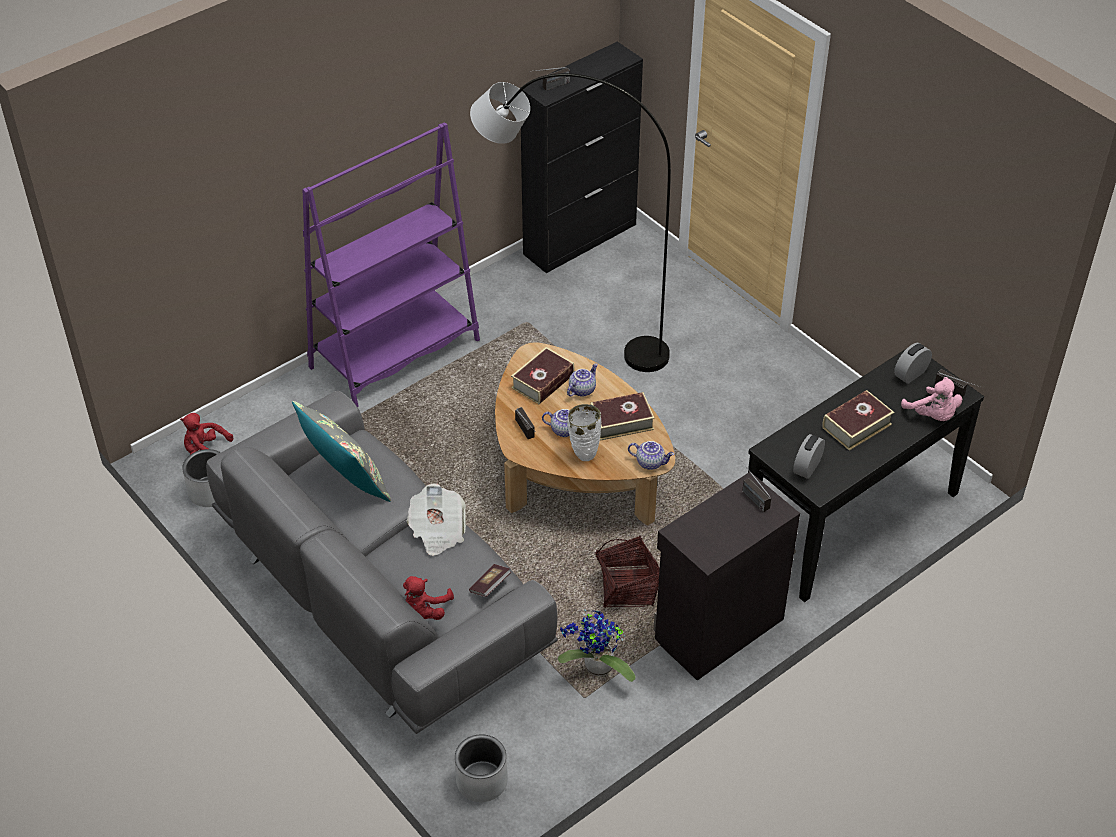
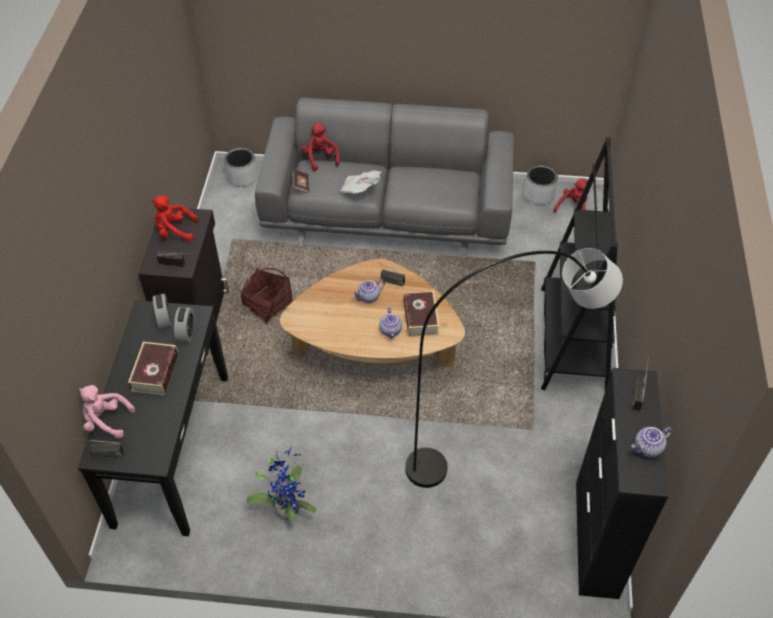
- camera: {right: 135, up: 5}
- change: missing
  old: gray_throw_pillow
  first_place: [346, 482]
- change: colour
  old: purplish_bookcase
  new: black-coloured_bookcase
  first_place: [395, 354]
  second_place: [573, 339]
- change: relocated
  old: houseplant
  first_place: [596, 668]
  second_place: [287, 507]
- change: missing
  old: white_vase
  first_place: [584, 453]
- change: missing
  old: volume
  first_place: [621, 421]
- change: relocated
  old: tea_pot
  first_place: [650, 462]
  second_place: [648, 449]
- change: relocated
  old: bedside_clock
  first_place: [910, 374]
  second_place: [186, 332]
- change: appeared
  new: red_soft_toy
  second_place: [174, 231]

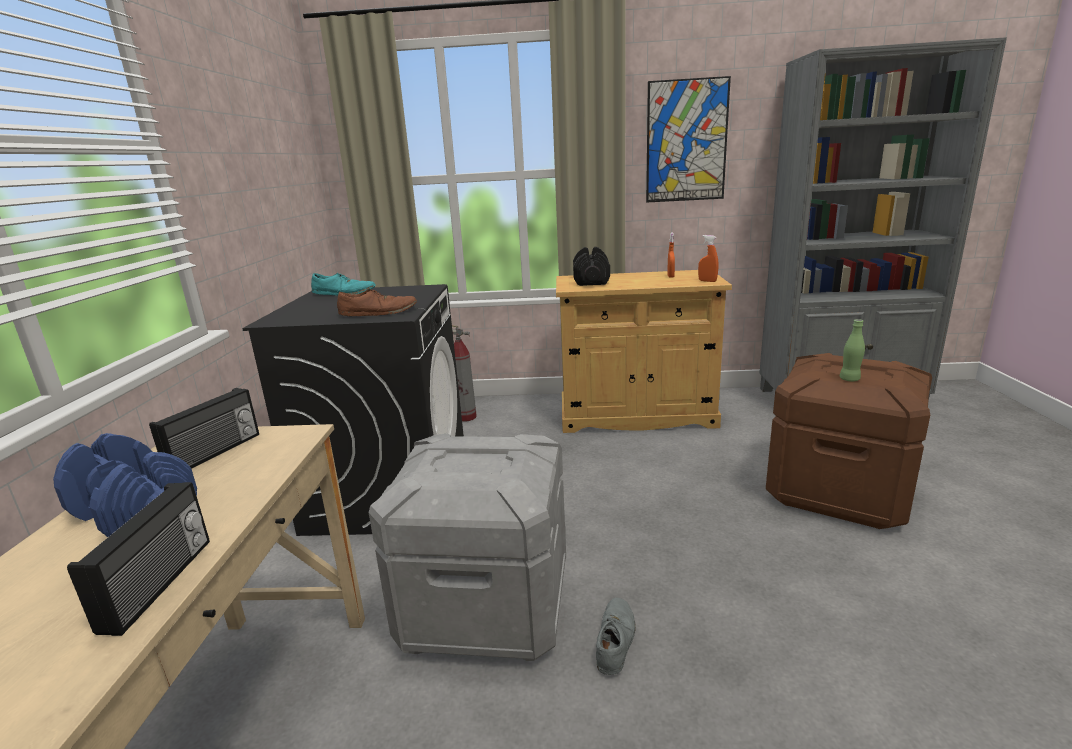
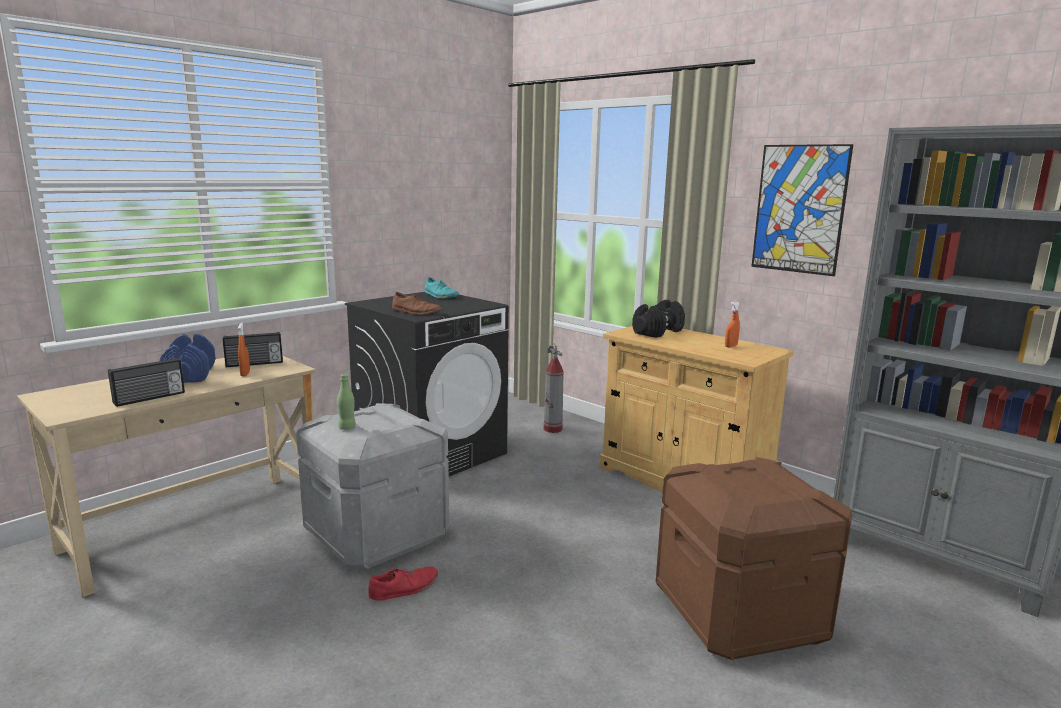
- camera: {right: 40, up: -5}
- change: colour
  old: gray_shoe
  new: red_shoe
  first_place: [614, 640]
  second_place: [404, 588]
- change: relocated
  old: orange_sprayer
  first_place: [707, 281]
  second_place: [245, 374]
- change: relocated
  old: greenish_drink_bottle
  first_place: [849, 379]
  second_place: [347, 427]

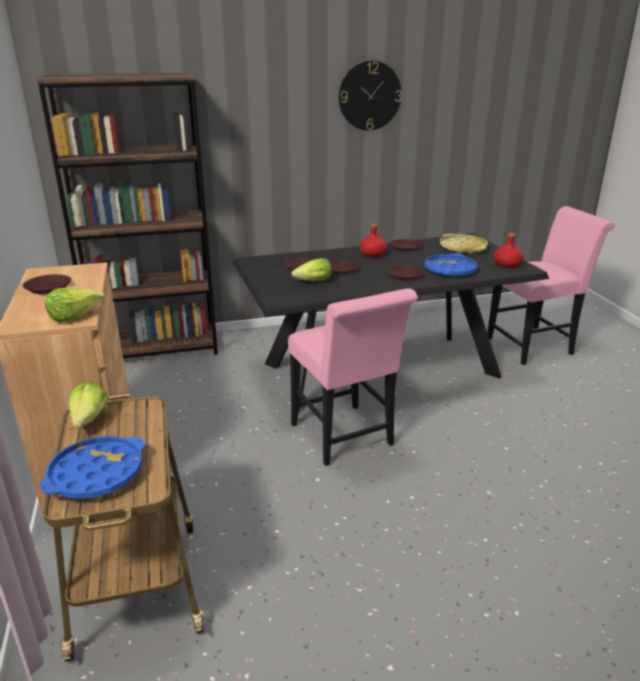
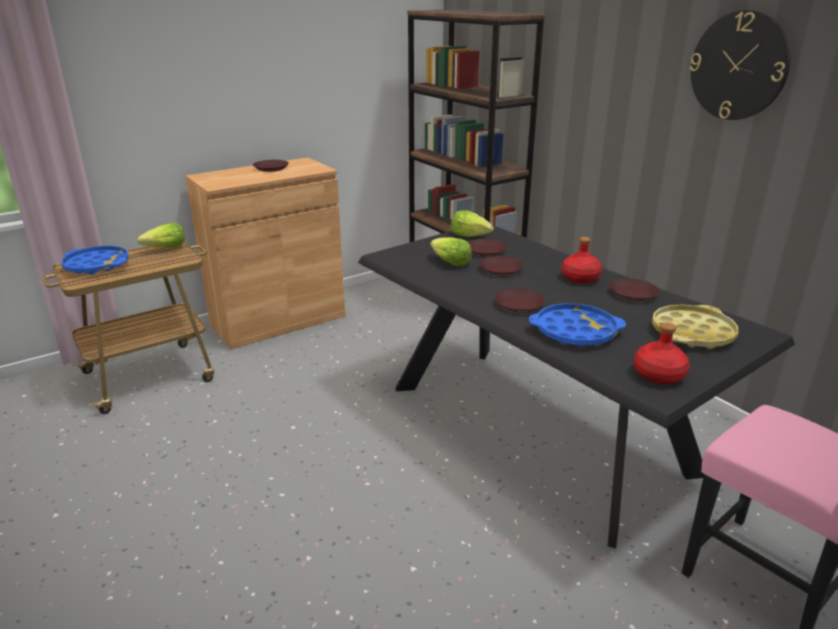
- camera: {right: 70, up: 0}
- change: relocated
  old: lettuce
  first_place: [75, 316]
  second_place: [470, 235]
- change: missing
  old: pinkish_plain_chair
  first_place: [345, 438]

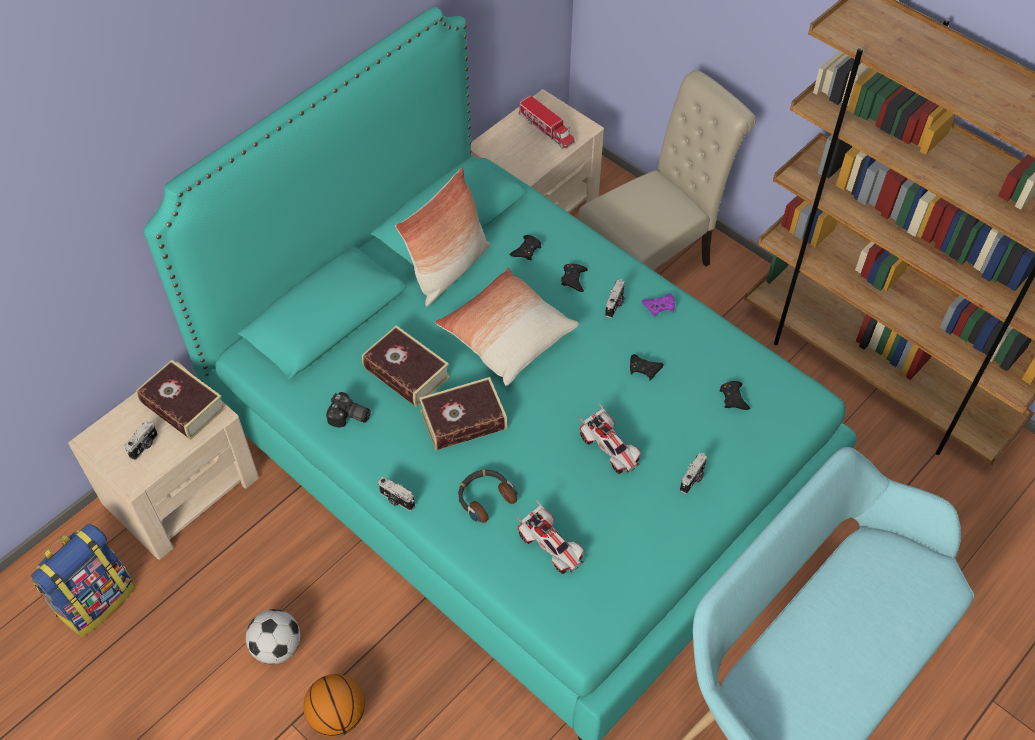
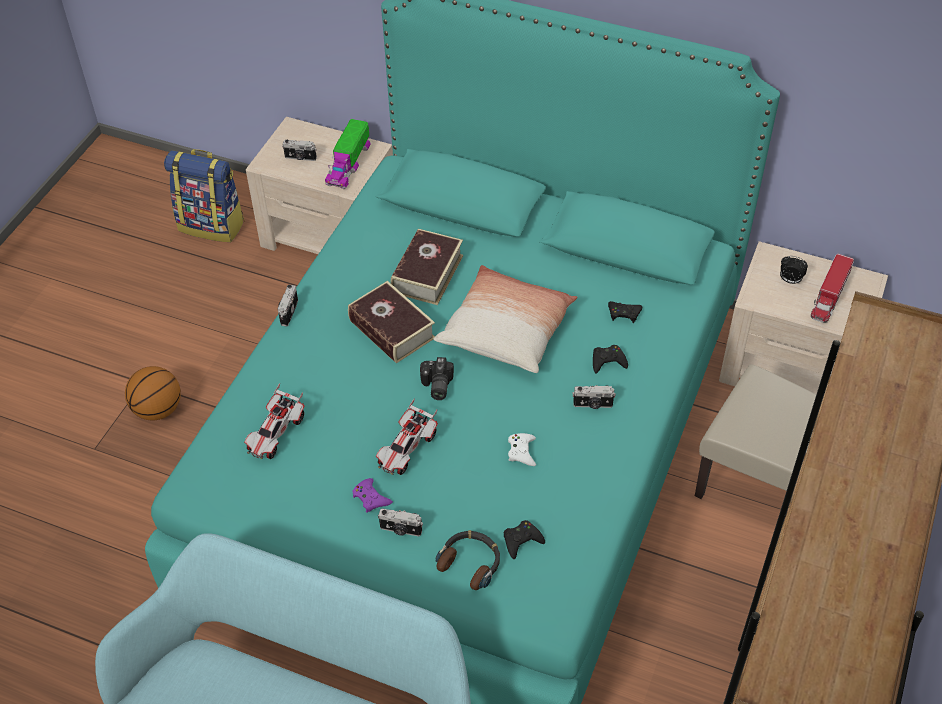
- camera: {right: 70, up: -5}
- change: exchanged
  old: volume
  new: model_truck
  first_place: [183, 406]
  second_place: [348, 164]
- change: missing
  old: football
  first_place: [277, 647]
- change: relocated
  old: photo_camera
  first_place: [349, 418]
  second_place: [435, 386]
- change: missing
  old: throw_pillow
  first_place: [449, 270]
- change: relocated
  old: headphones
  first_place: [485, 497]
  second_place: [470, 562]
- change: colour
  old: black-coloured_game_controller
  new: white_game_controller
  first_place: [644, 369]
  second_place: [522, 452]
- change: relocated
  old: purplish_game_controller
  first_place: [659, 306]
  second_place: [371, 498]
- change: appeared
  new: bedside_clock
  second_place: [790, 280]

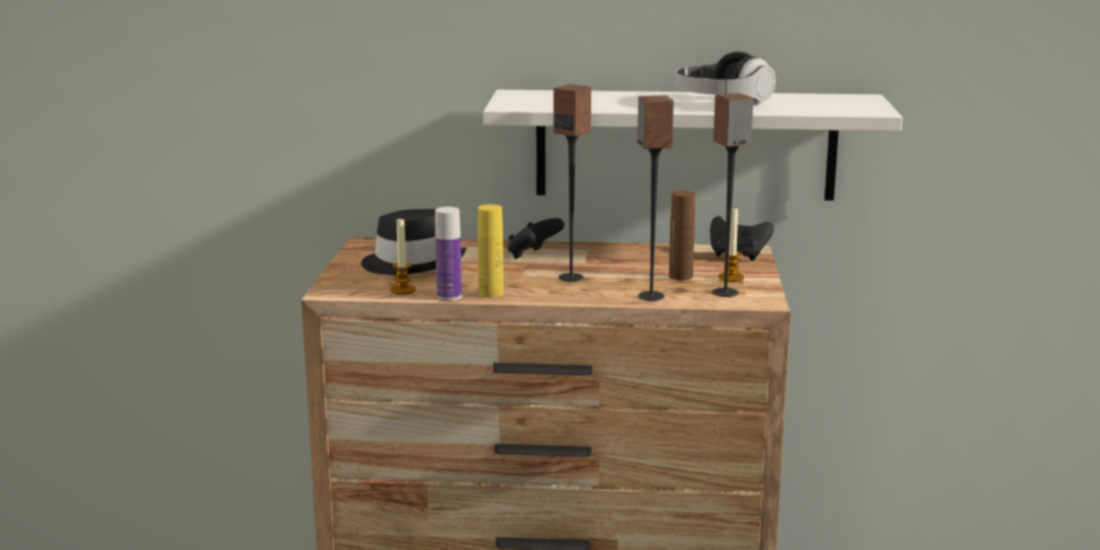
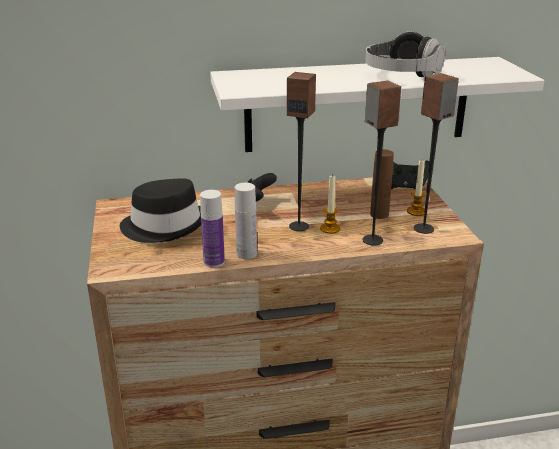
- camera: {right: -15, up: 10}
- change: relocated
  old: candle
  first_place: [402, 290]
  second_place: [330, 229]
- change: colour
  old: yellow-coloured_drink_bottle
  new: white_drink_bottle
  first_place: [491, 293]
  second_place: [246, 254]

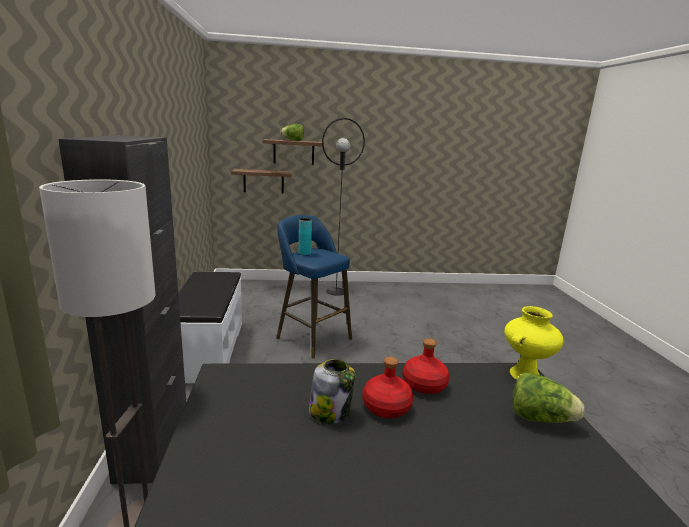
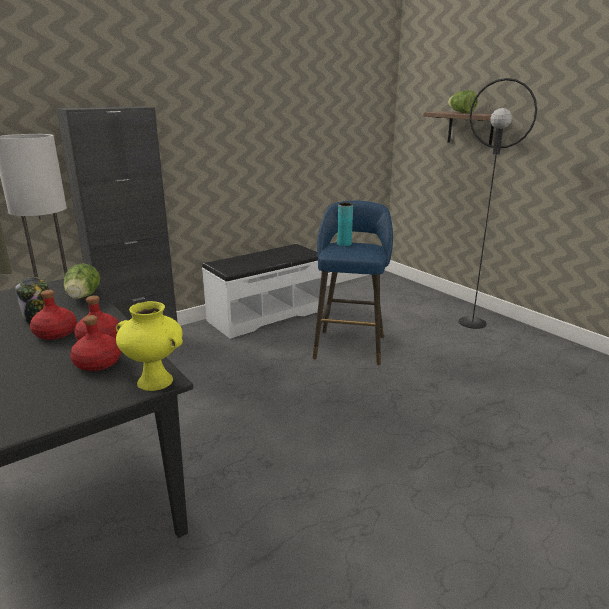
- camera: {right: 60, up: 5}
- change: missing
  old: wall_shelf
  first_place: [263, 181]
- change: relocated
  old: lettuce
  first_place: [539, 418]
  second_place: [83, 297]
- change: appeared
  new: red_drink_bottle
  second_place: [97, 363]

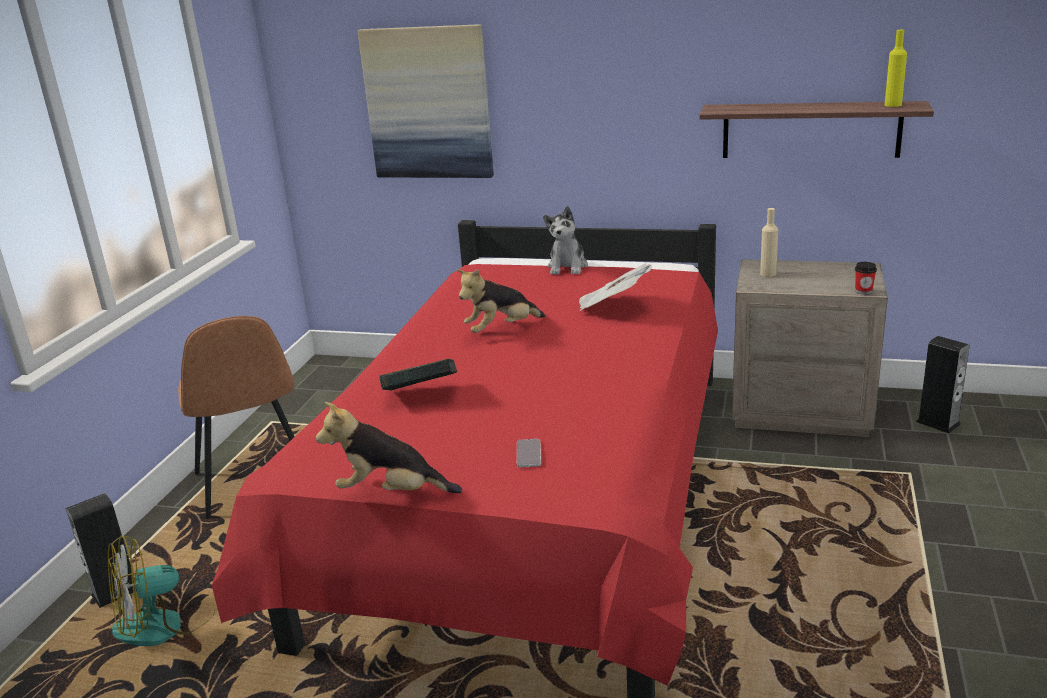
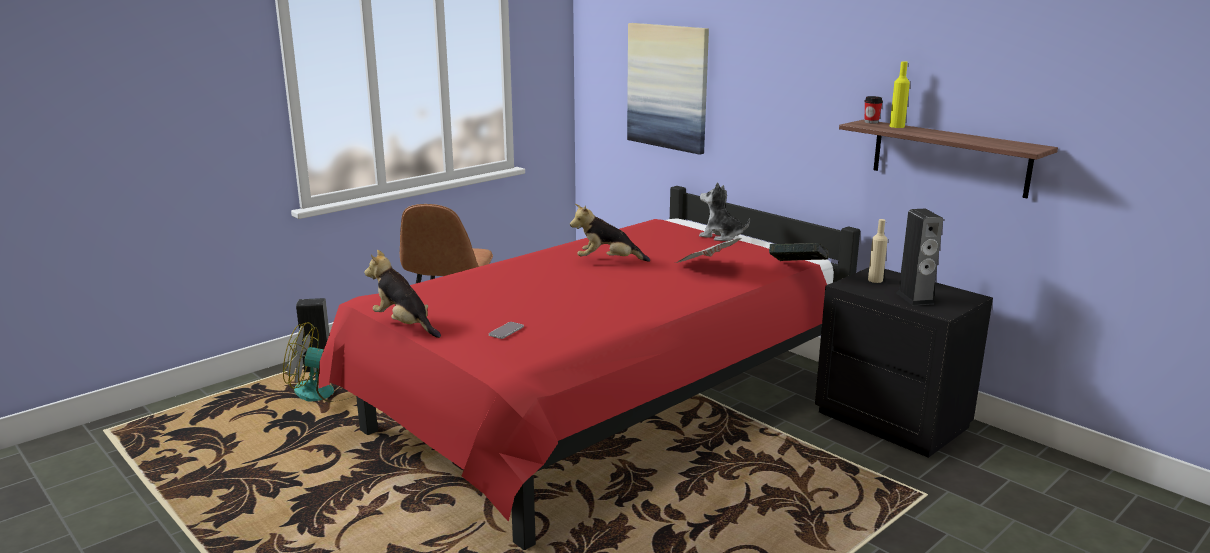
- camera: {right: 30, up: -5}
- change: relocated
  old: volume
  first_place: [421, 395]
  second_place: [797, 267]
- change: spun
  old: soft_toy
  first_place: [567, 267]
  second_place: [721, 236]
  degrees: 75
- change: colour
  old: beige_night_table
  new: black-coloured_night_table
  first_place: [801, 410]
  second_place: [893, 419]
- change: relocated
  old: drinking_cup
  first_place: [863, 291]
  second_place: [871, 122]
- change: relocated
  old: yellow-coloured_drink_bottle
  first_place: [893, 105]
  second_place: [897, 126]
- change: relocated
  old: loudspeaker
  first_place: [938, 423]
  second_place: [914, 298]

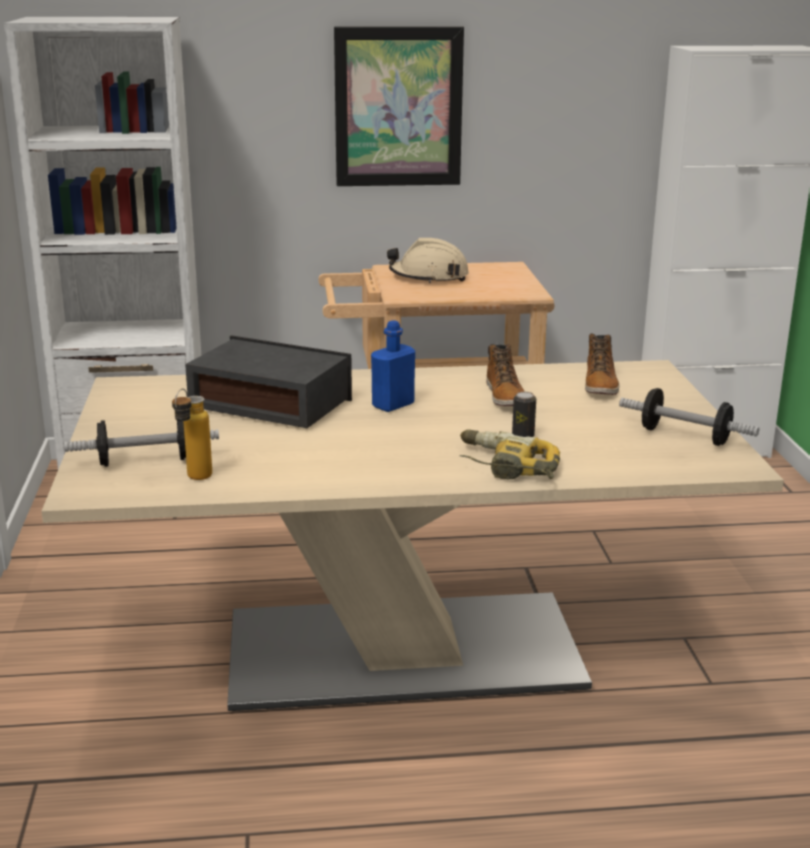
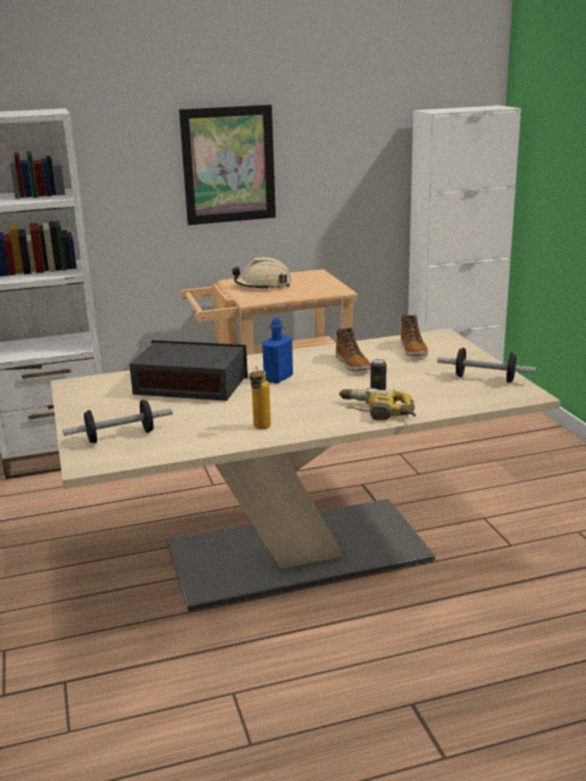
- camera: {right: -10, up: 0}
- change: relocated
  old: drink_bottle
  first_place: [194, 480]
  second_place: [260, 429]

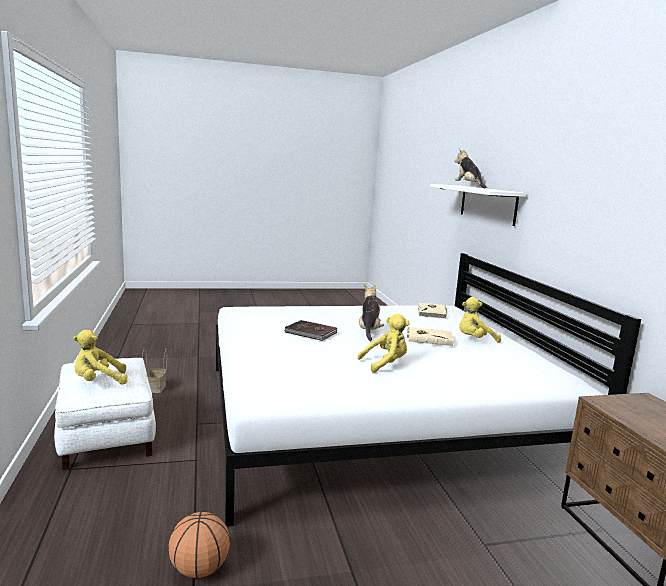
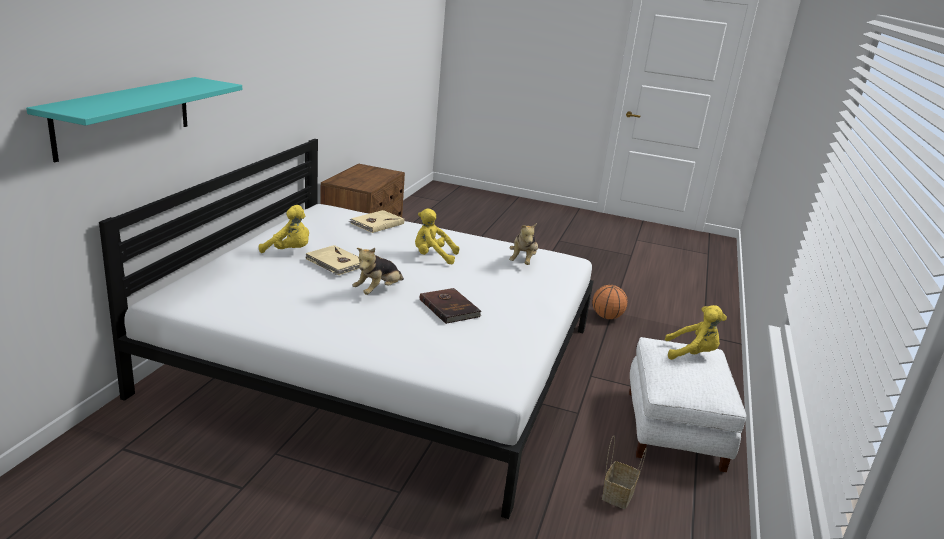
- camera: {right: -150, up: 10}
- change: relocated
  old: beige_volume
  first_place: [432, 312]
  second_place: [376, 223]
- change: colour
  old: white_wall_shelf
  new: blue-green_wall_shelf
  first_place: [487, 204]
  second_place: [124, 116]
- change: relocated
  old: soft_toy
  first_place: [468, 186]
  second_place: [523, 261]

